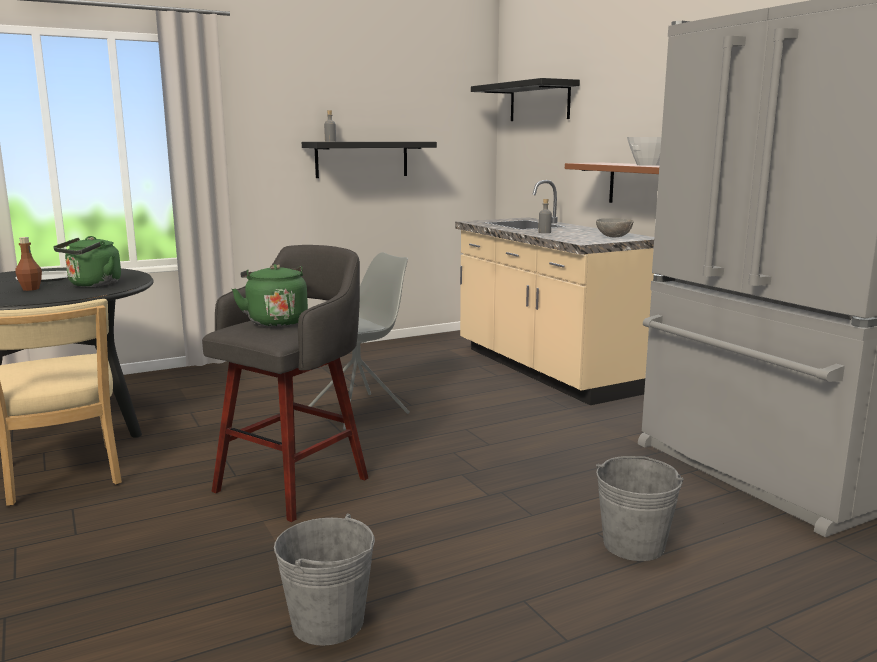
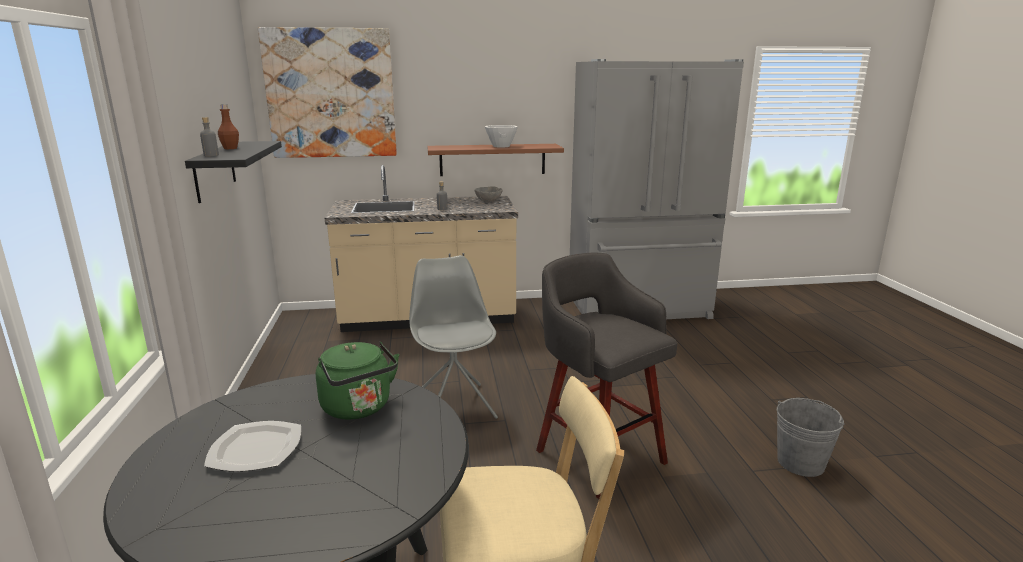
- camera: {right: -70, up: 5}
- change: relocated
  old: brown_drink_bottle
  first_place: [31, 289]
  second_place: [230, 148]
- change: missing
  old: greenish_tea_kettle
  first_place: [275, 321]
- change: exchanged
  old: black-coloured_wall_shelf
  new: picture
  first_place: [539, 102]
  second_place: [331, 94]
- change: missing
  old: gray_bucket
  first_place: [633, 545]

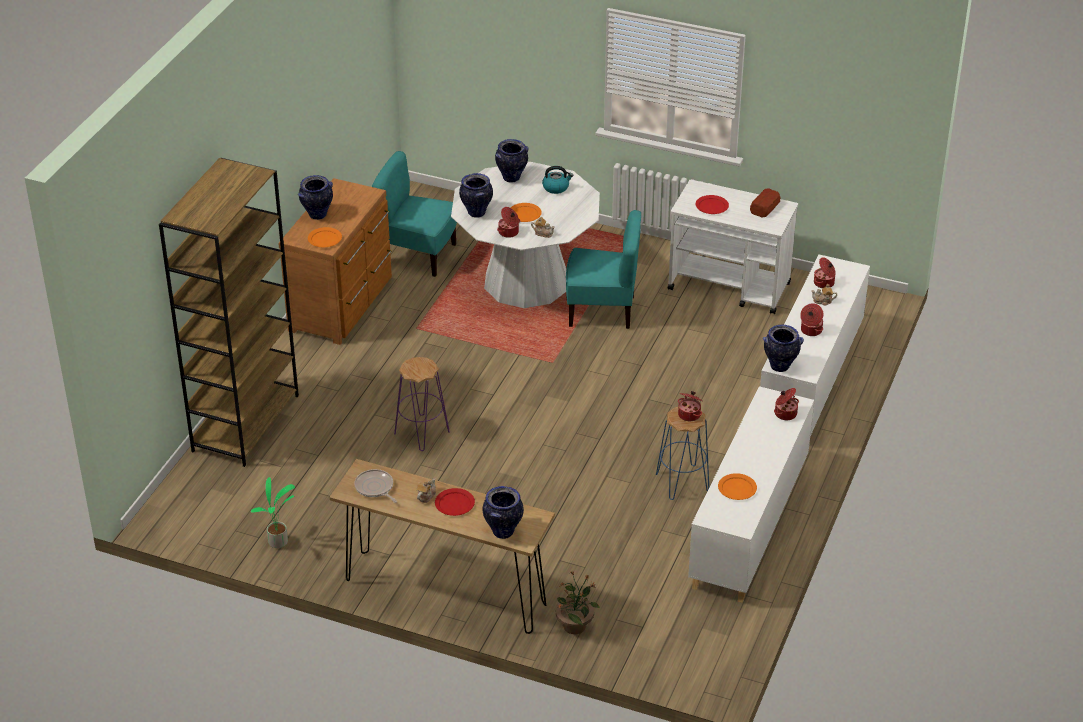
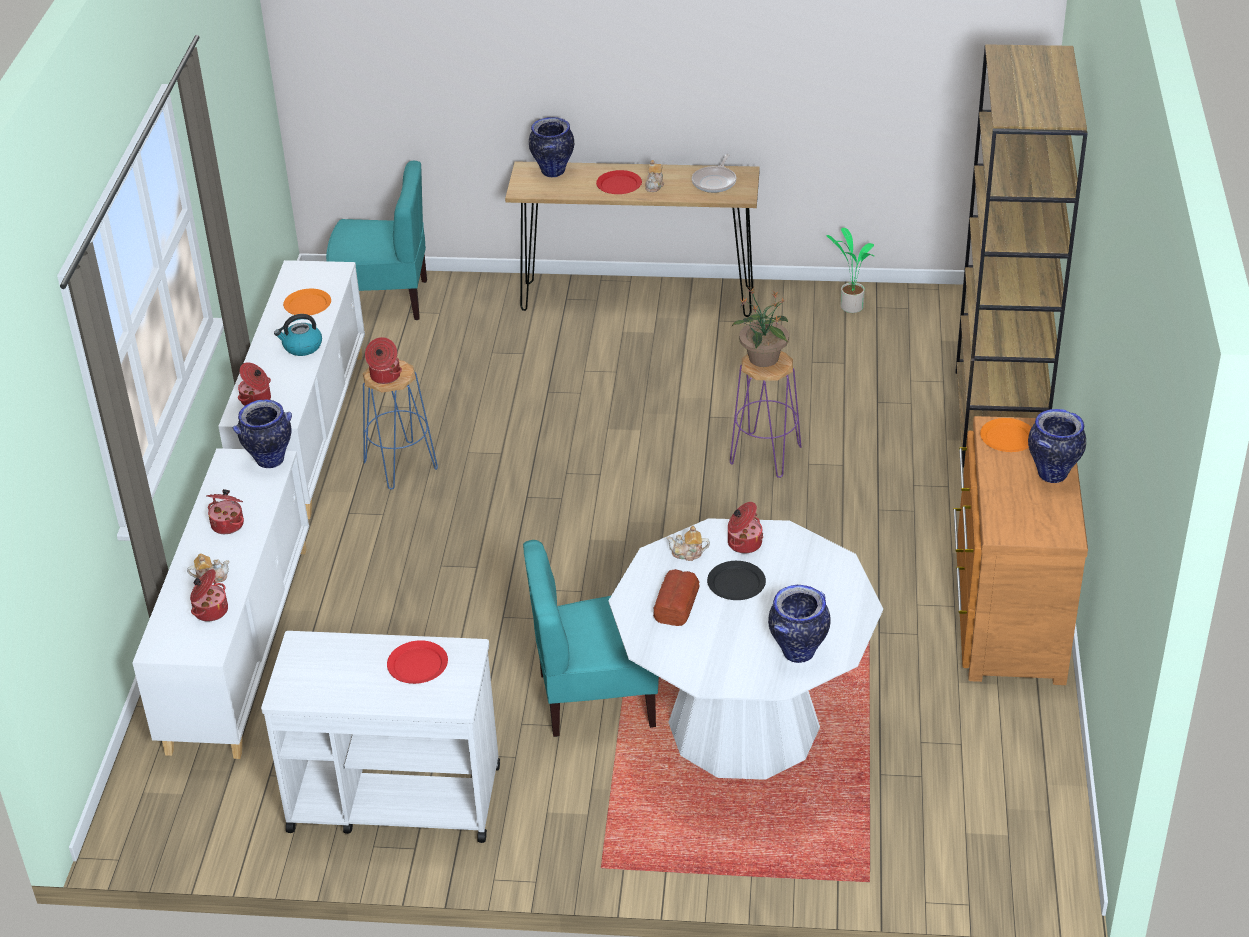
- camera: {right: 165, up: 0}
- change: spun
  old: skillet
  first_place: [375, 488]
  second_place: [715, 182]
  degrees: 75
- change: relocated
  old: blue-green_plain_chair
  first_place: [418, 255]
  second_place: [384, 300]
- change: missing
  old: vase
  first_place: [476, 212]
- change: colour
  old: orange_plate
  new: black-coloured_plate
  first_place: [524, 214]
  second_place: [736, 583]
- change: relocated
  old: tea_kettle
  first_place: [556, 187]
  second_place: [302, 347]
- change: relocated
  old: houseplant
  first_place: [575, 625]
  second_place: [763, 359]
- change: relocated
  old: baked_bread
  first_place: [765, 207]
  second_place: [675, 605]

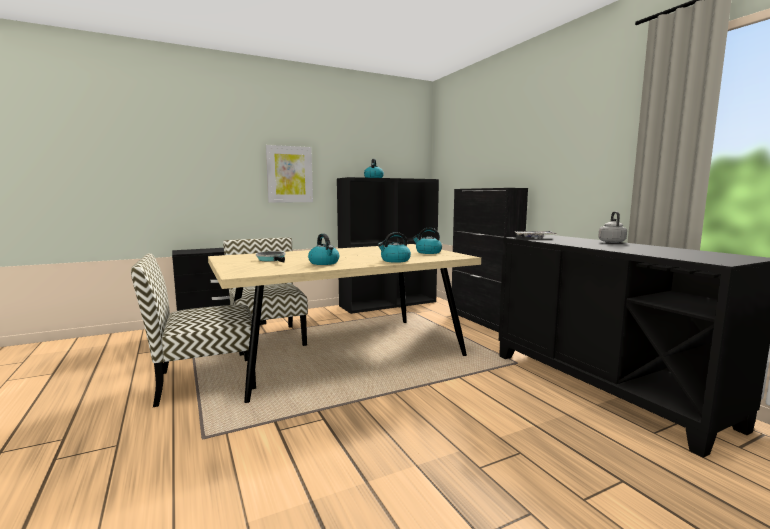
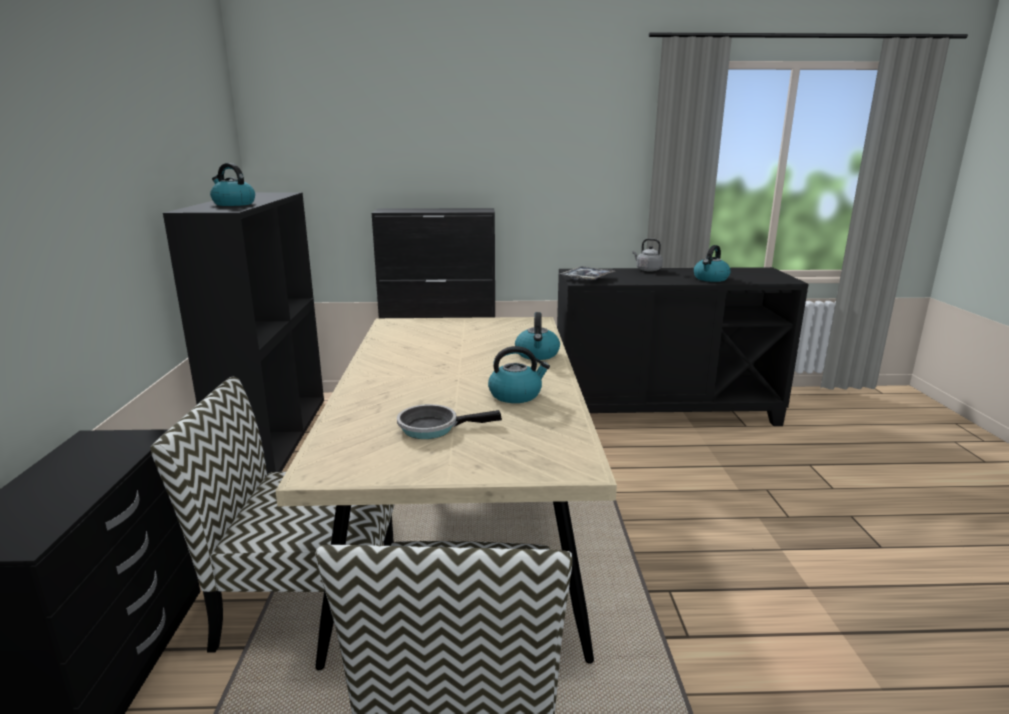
- camera: {right: -65, up: 10}
- change: missing
  old: picture
  first_place: [289, 174]
- change: relocated
  old: tea_kettle
  first_place: [428, 252]
  second_place: [710, 279]

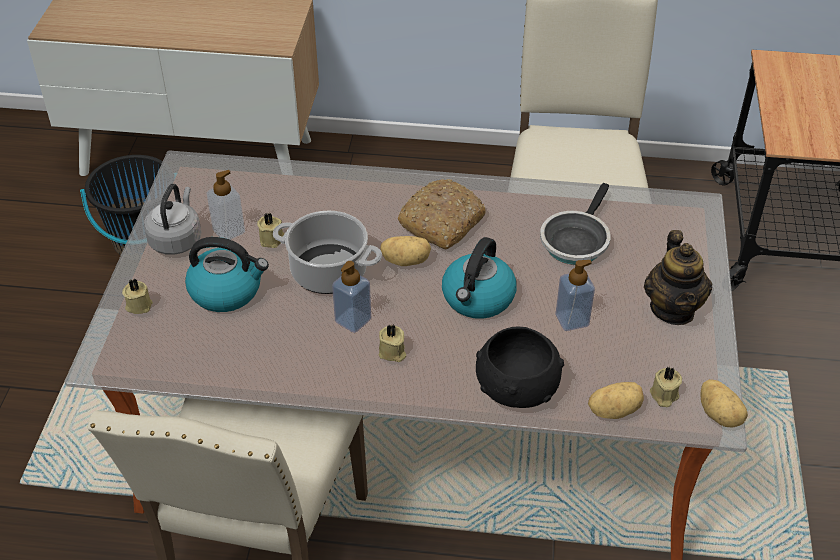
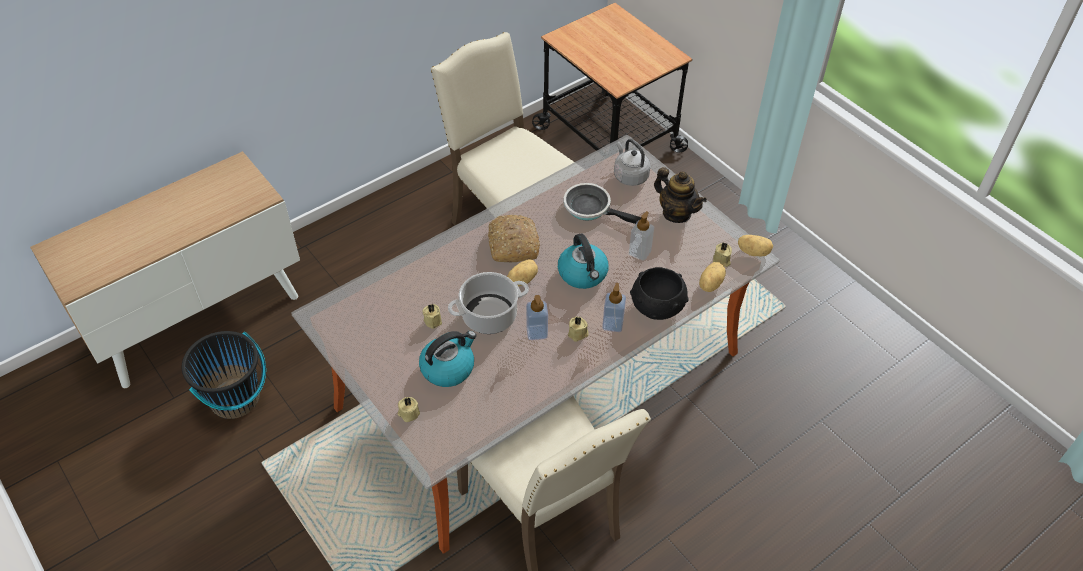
- camera: {right: -45, up: 5}
- change: relocated
  old: gray_tea_kettle
  first_place: [177, 239]
  second_place: [629, 175]
- change: relocated
  old: liquid_soap_bottle
  first_place: [229, 231]
  second_place: [612, 324]
- change: spun
  old: skillet
  first_place: [575, 240]
  second_place: [591, 208]
  degrees: 135

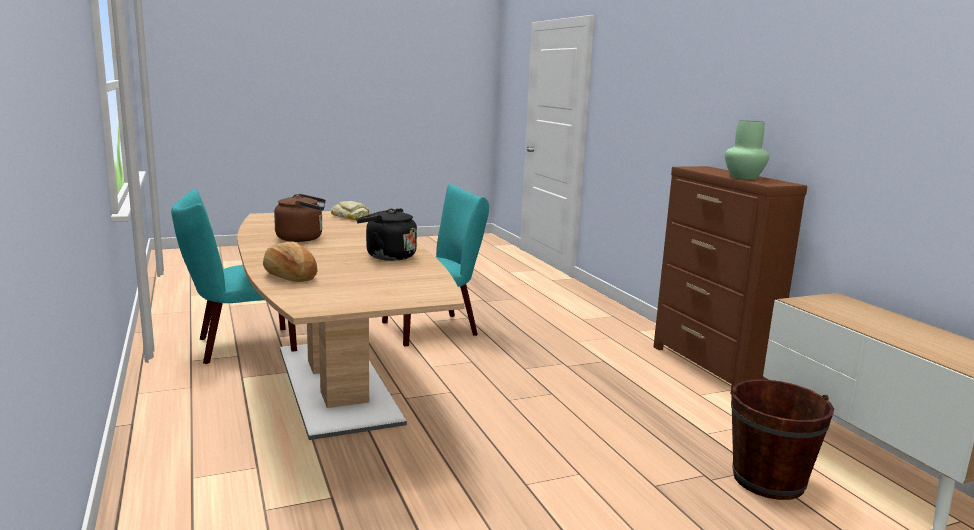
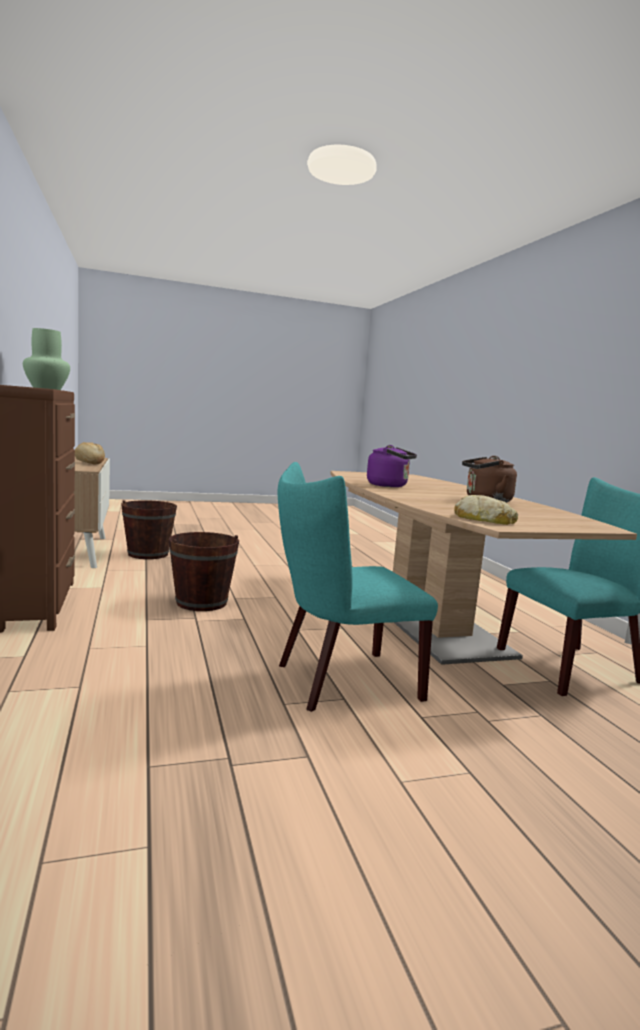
- camera: {right: -175, up: -5}
- change: relocated
  old: baked_bread
  first_place: [290, 276]
  second_place: [89, 463]
- change: colour
  old: black-coloured_tea_kettle
  new: purplish_tea_kettle
  first_place: [387, 256]
  second_place: [389, 486]
- change: appeared
  new: brown_bucket
  second_place: [201, 602]

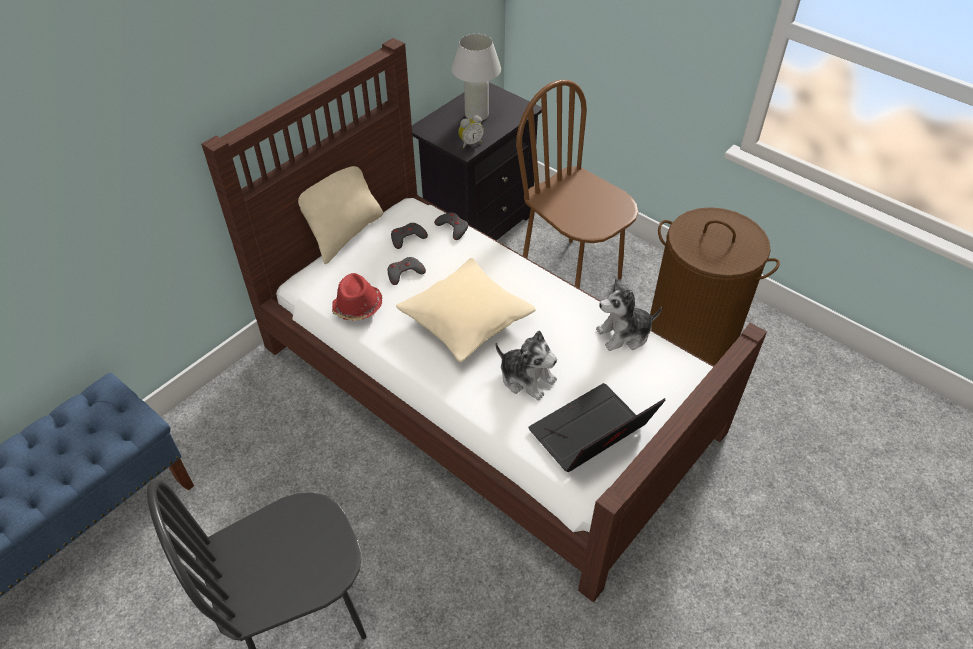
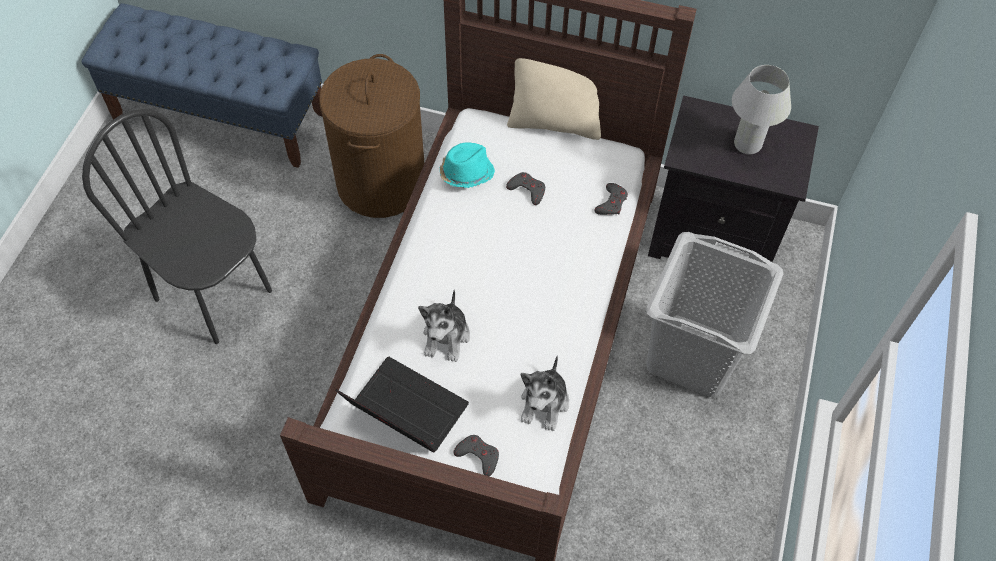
- camera: {right: 65, up: 10}
- change: colour
  old: red_hat
  new: blue-green_hat
  first_place: [357, 307]
  second_place: [466, 173]
- change: relocated
  old: gray_game_controller
  first_place: [407, 238]
  second_place: [478, 455]
- change: missing
  old: beige_throw_pillow
  first_place: [466, 320]
- change: missing
  old: bedside_clock
  first_place: [470, 143]
- change: exchanged
  old: brown_plain_chair
  new: gray_hamper
  first_place: [571, 274]
  second_place: [693, 354]
- change: spun
  old: soft_toy
  first_place: [624, 334]
  second_place: [545, 403]
  degrees: -120
- change: relocated
  old: brown_hamper
  first_place: [691, 335]
  second_place: [381, 183]

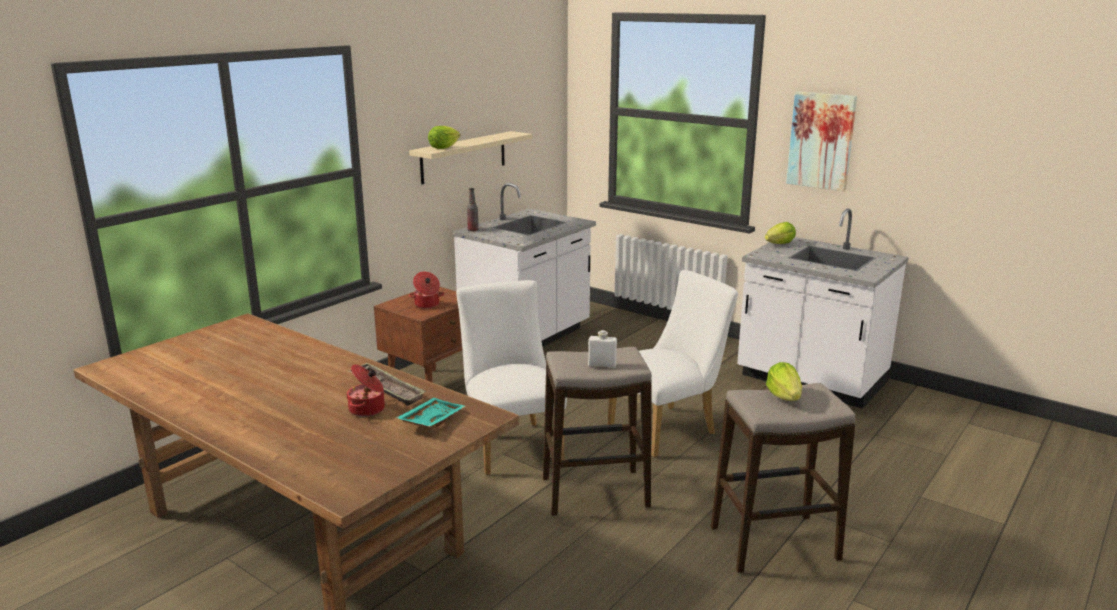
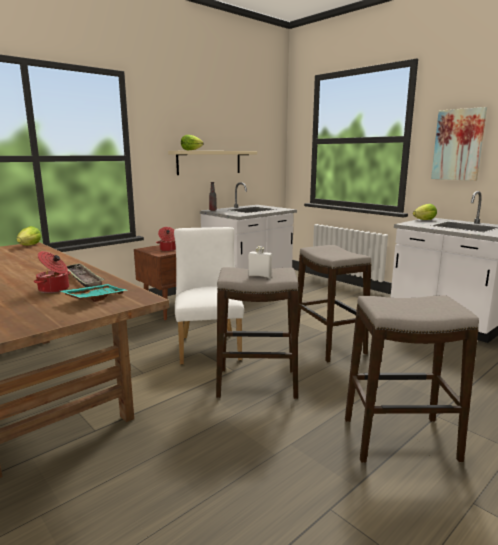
- camera: {right: 10, up: -5}
- change: exchanged
  old: white_plain_chair
  new: sitting_stool
  first_place: [668, 428]
  second_place: [329, 345]
- change: relocated
  old: lettuce
  first_place: [784, 397]
  second_place: [30, 245]

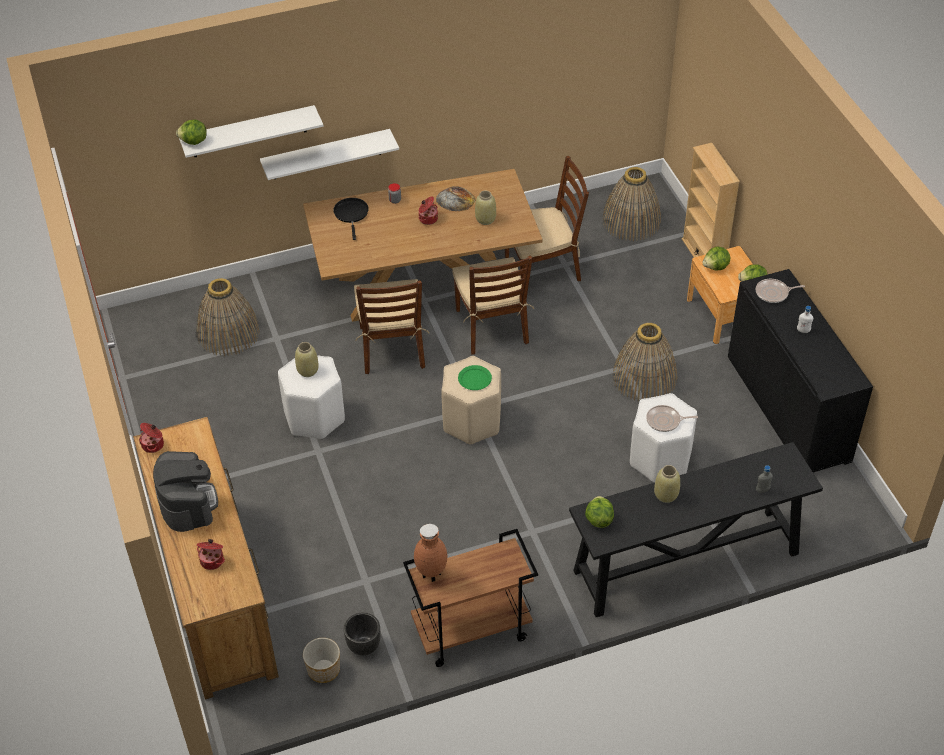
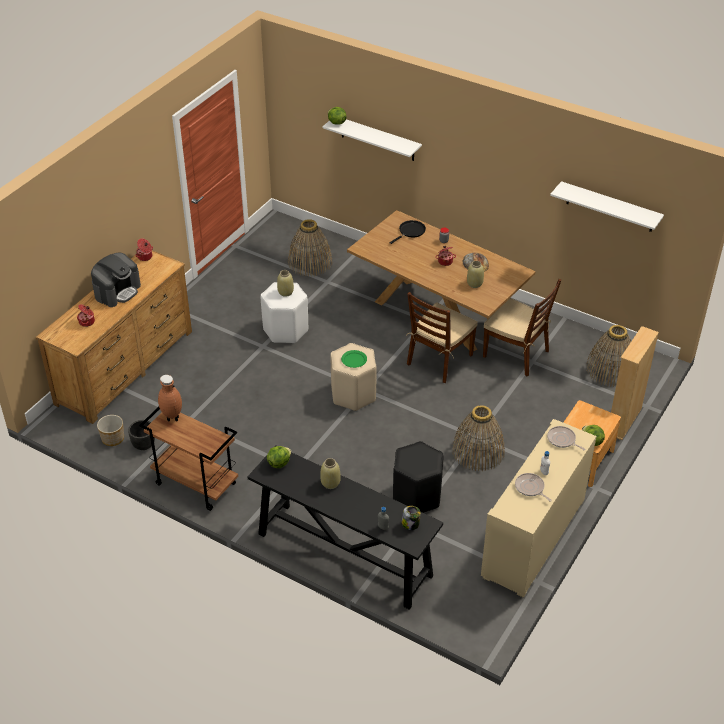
- camera: {right: 50, up: -5}
- change: relocated
  old: white_wall_shelf
  first_place: [326, 154]
  second_place: [610, 207]
- change: missing
  old: brown_plain_chair
  first_place: [392, 347]
- change: colour
  old: white_sitting_stool
  new: black-coloured_sitting_stool
  first_place: [659, 459]
  second_place: [416, 496]
- change: relocated
  old: skillet
  first_place: [665, 421]
  second_place: [530, 488]
- change: missing
  old: lettuce
  first_place: [716, 267]
- change: colour
  old: black-coloured_cabinet
  new: beige_cabinet
  first_place: [787, 409]
  second_place: [534, 537]
- change: appeared
  new: jar
  second_place: [411, 524]

